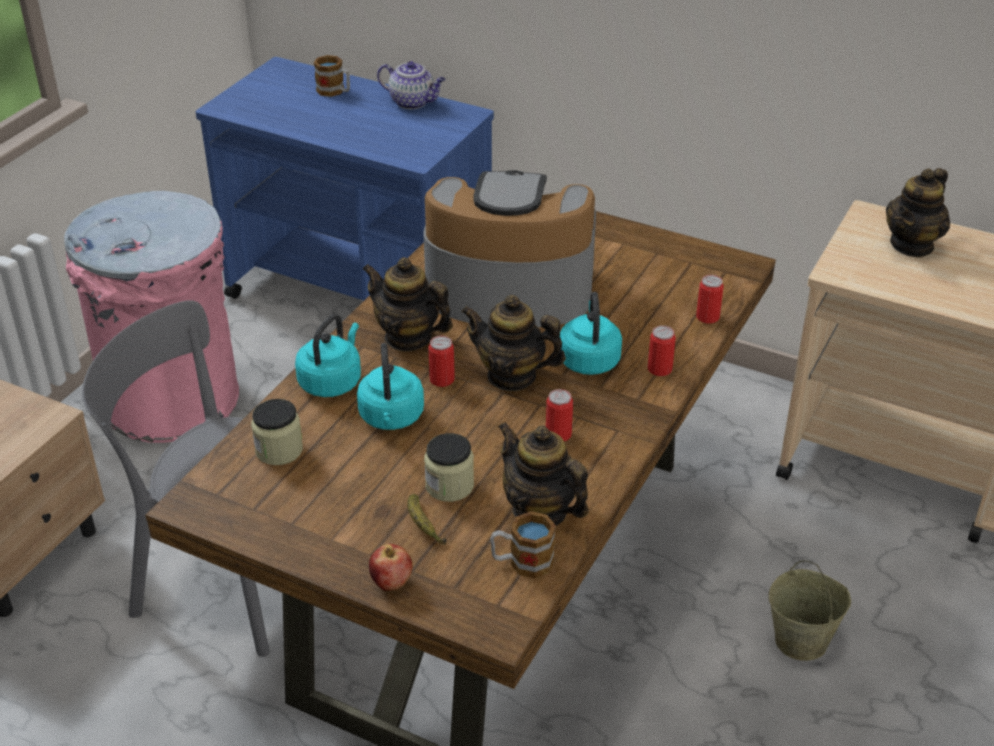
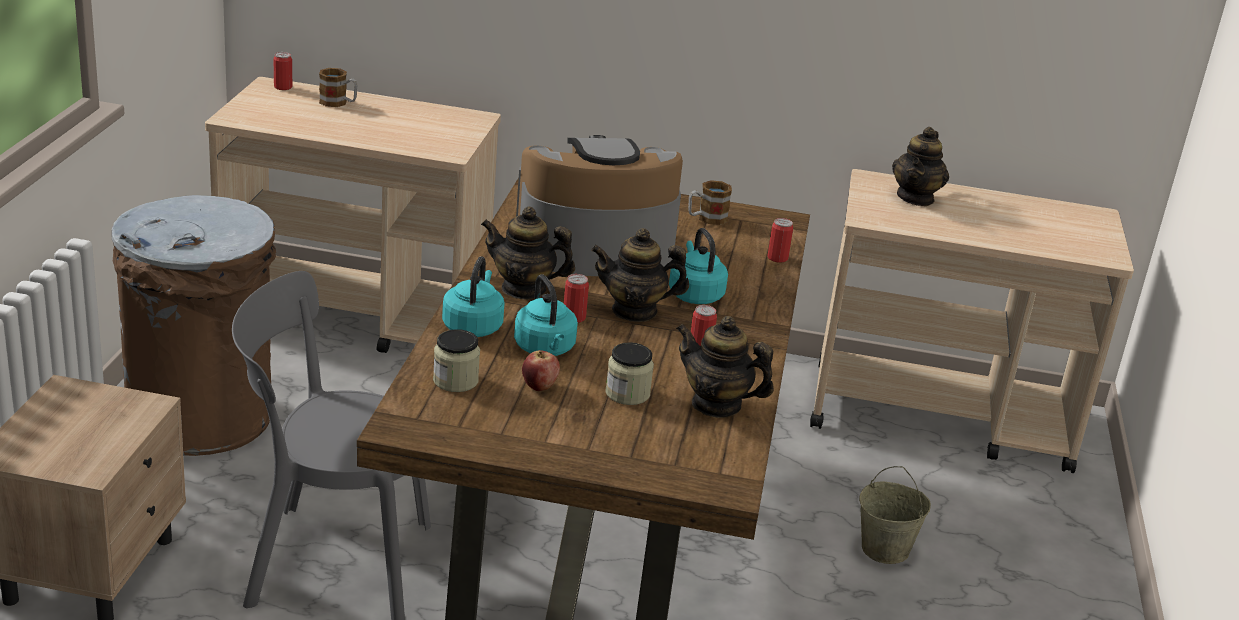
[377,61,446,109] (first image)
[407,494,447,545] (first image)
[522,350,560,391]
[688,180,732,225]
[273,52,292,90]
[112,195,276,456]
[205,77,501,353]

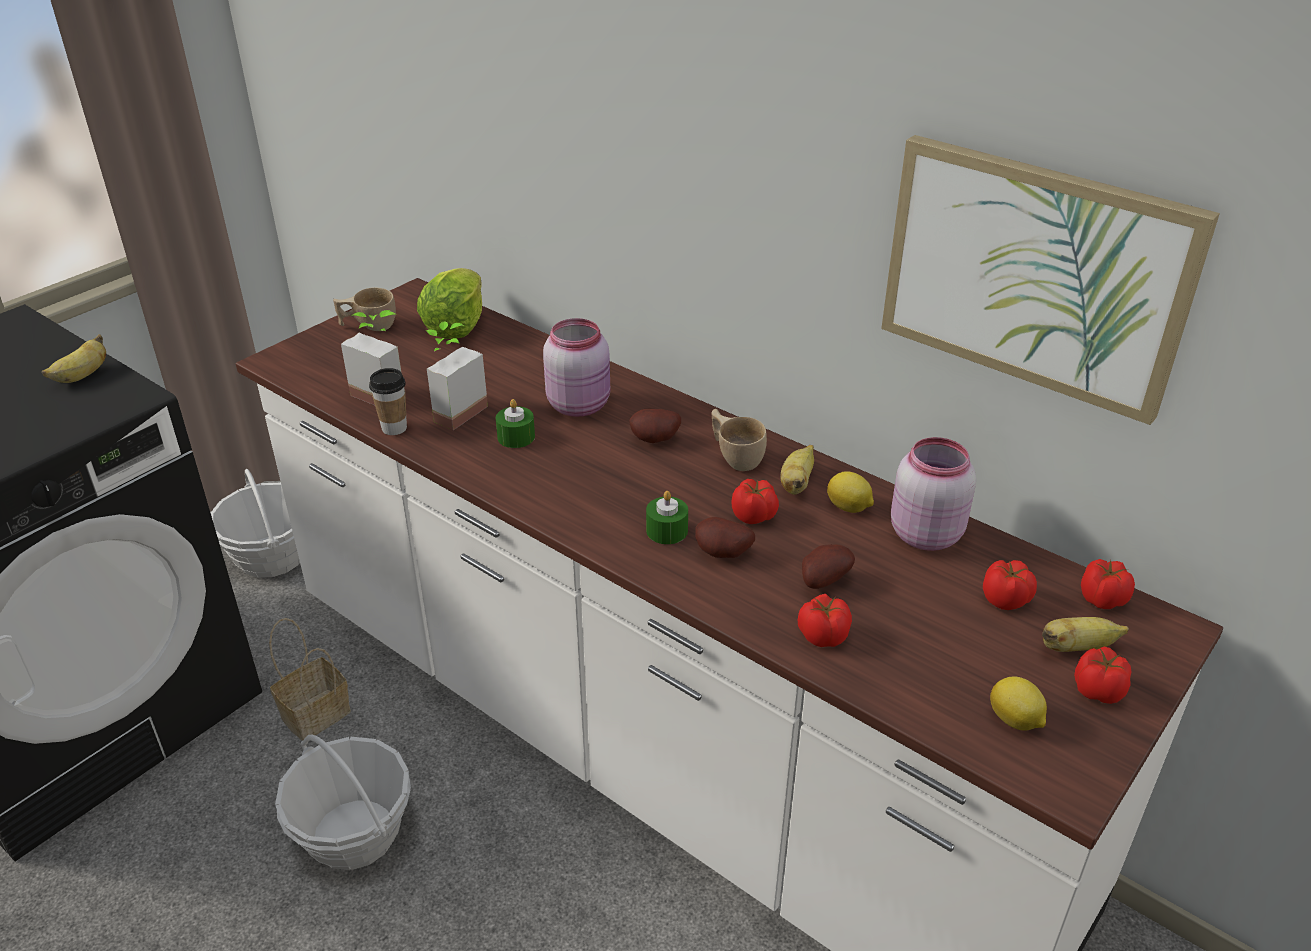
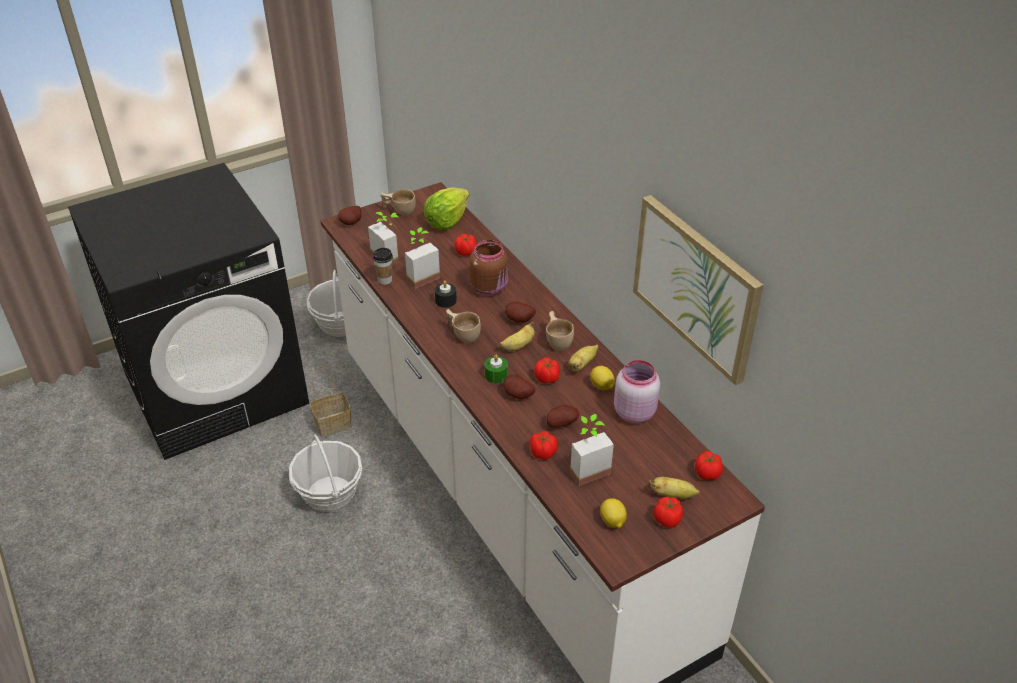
[338,206,361,225]
[446,309,481,343]
[570,414,614,486]
[500,322,535,351]
[455,234,477,256]
[435,280,457,308]
[470,240,508,296]

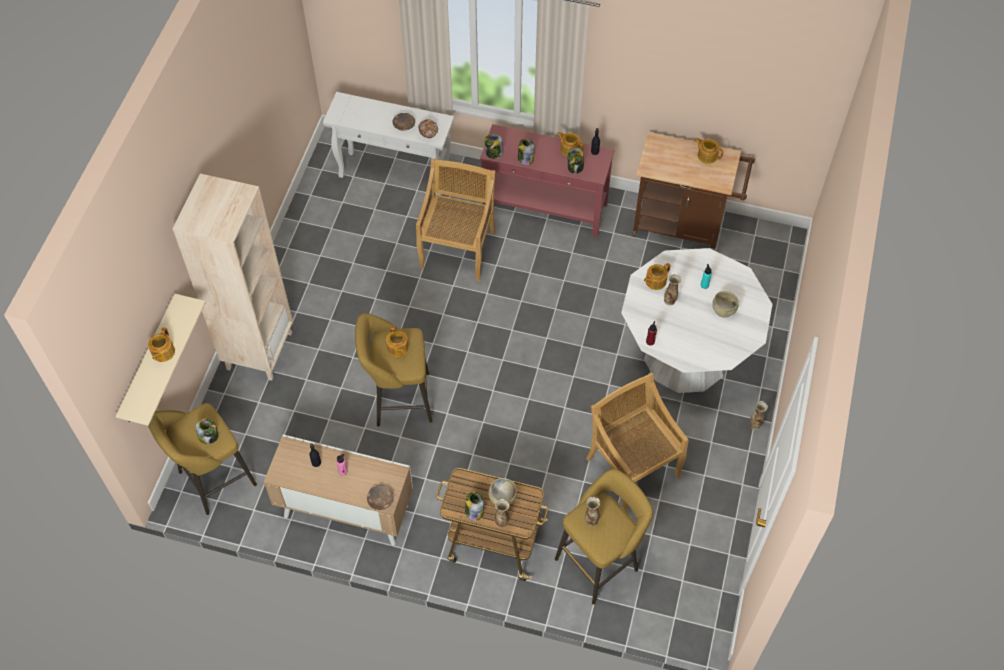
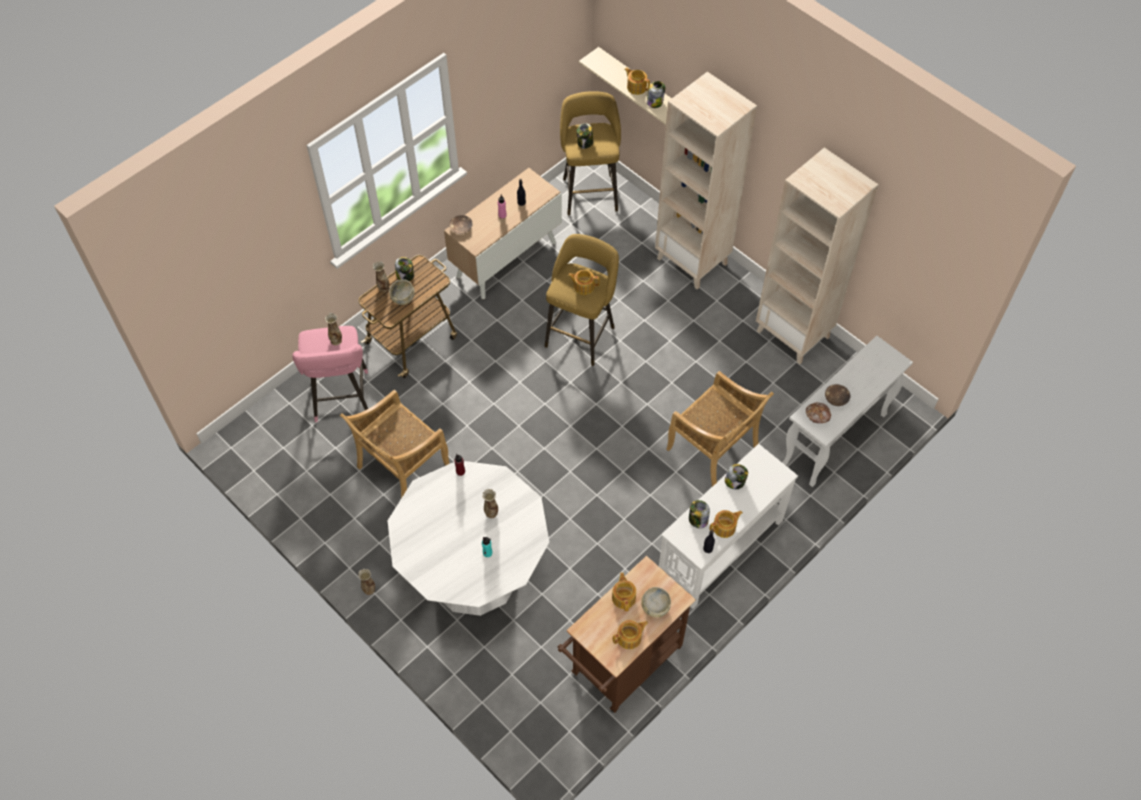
[756,147,879,364]
[647,81,665,108]
[612,572,636,611]
[641,587,671,617]
[659,444,798,609]
[292,326,368,422]
[340,390,450,498]

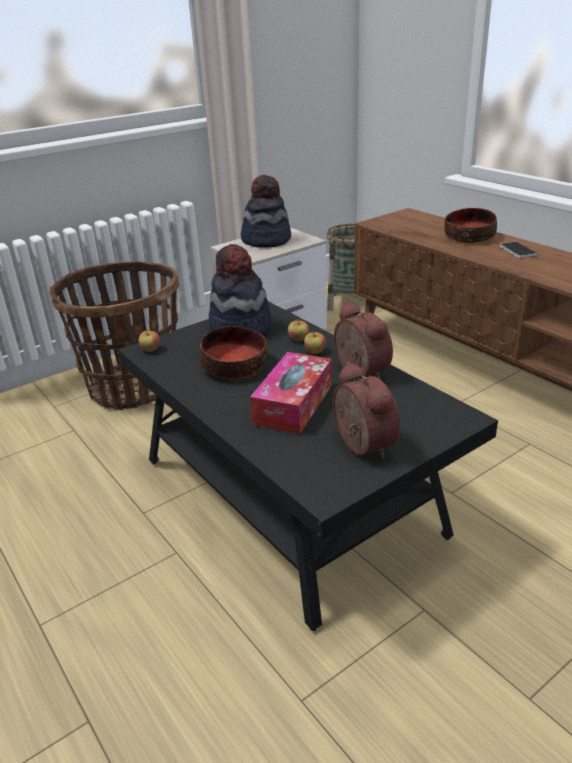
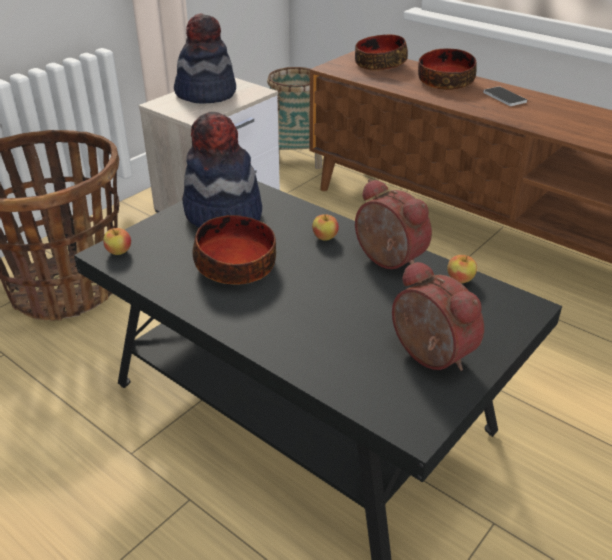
[250,352,332,434] (first image)
[355,34,408,71]
[447,255,477,283]

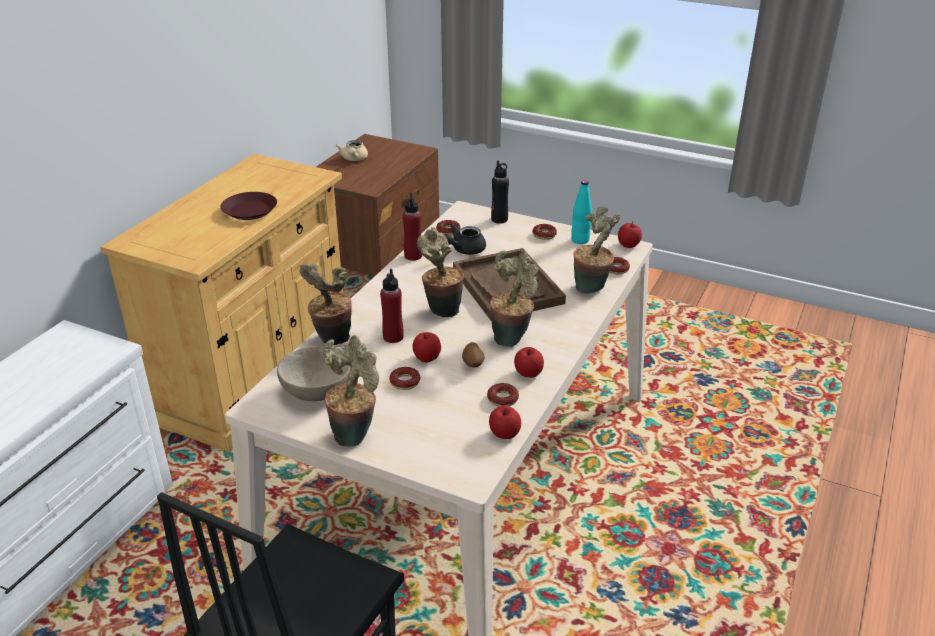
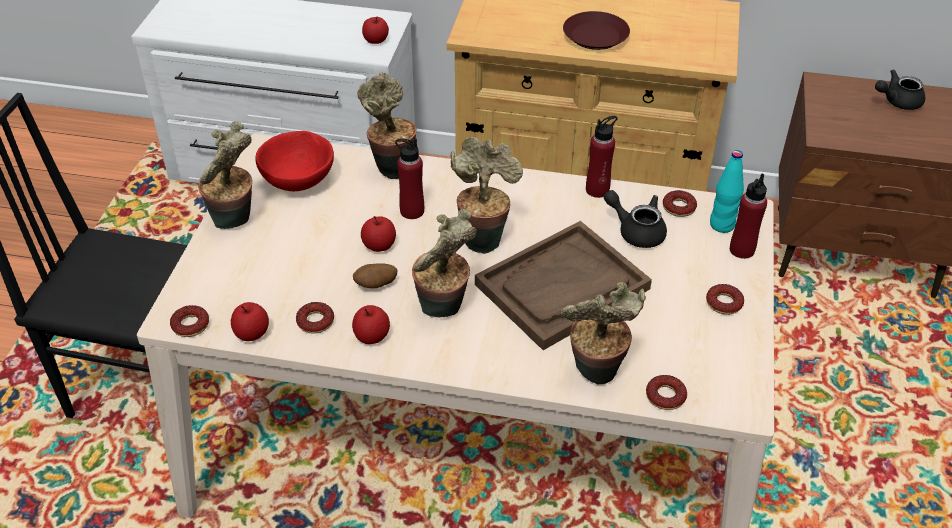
[170,305,209,337]
[710,150,744,233]
[362,17,389,44]
[255,131,334,191]
[875,69,925,110]
[730,173,767,259]

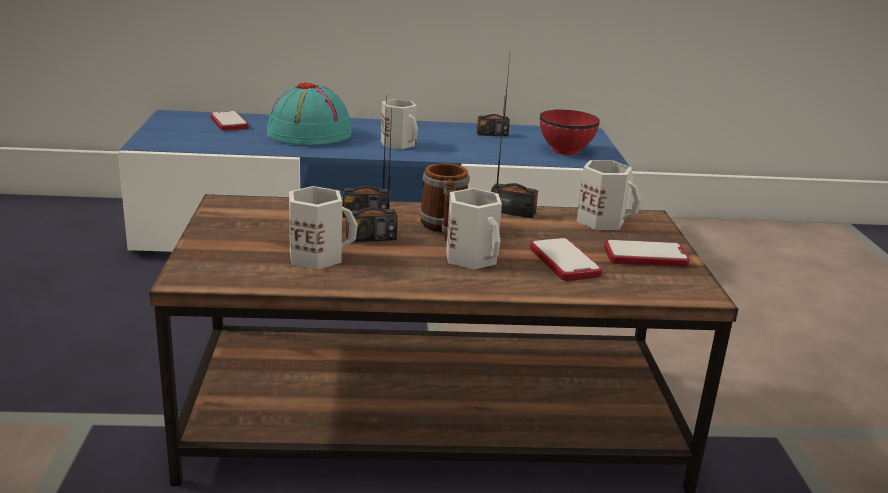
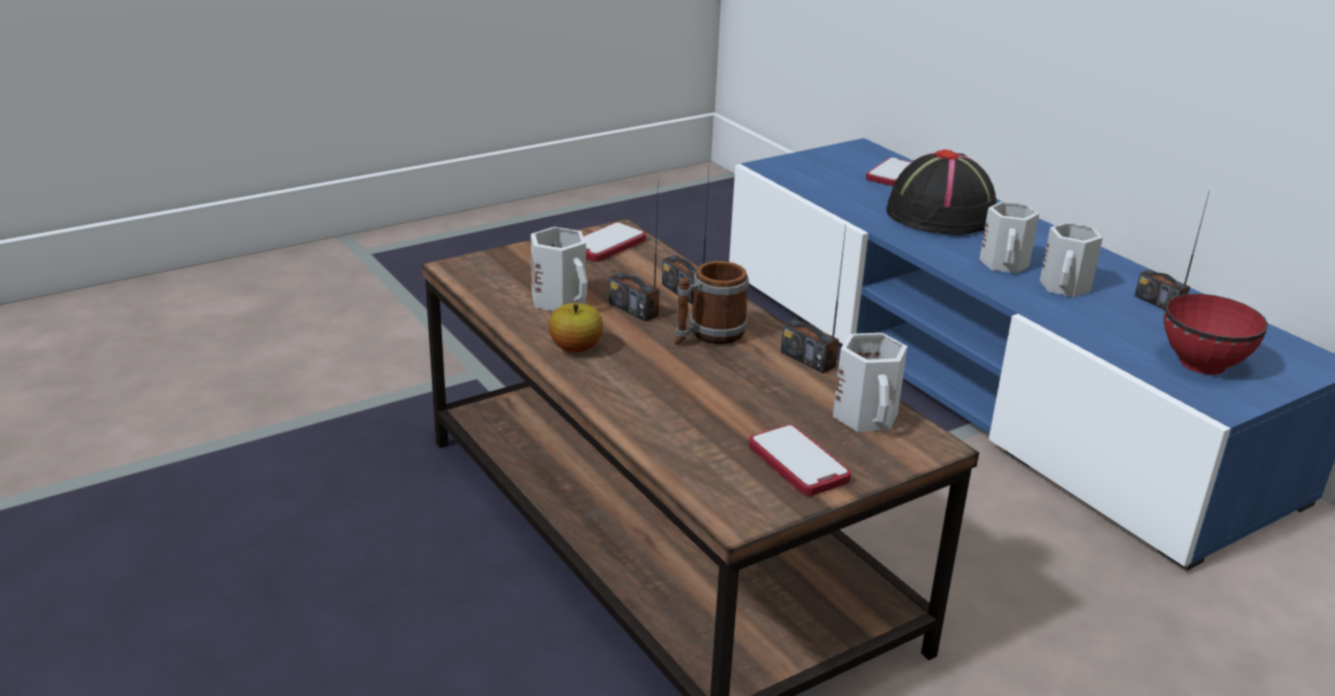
[549,303,603,352]
[1040,222,1103,297]
[584,222,646,262]
[886,149,997,235]
[781,226,846,373]

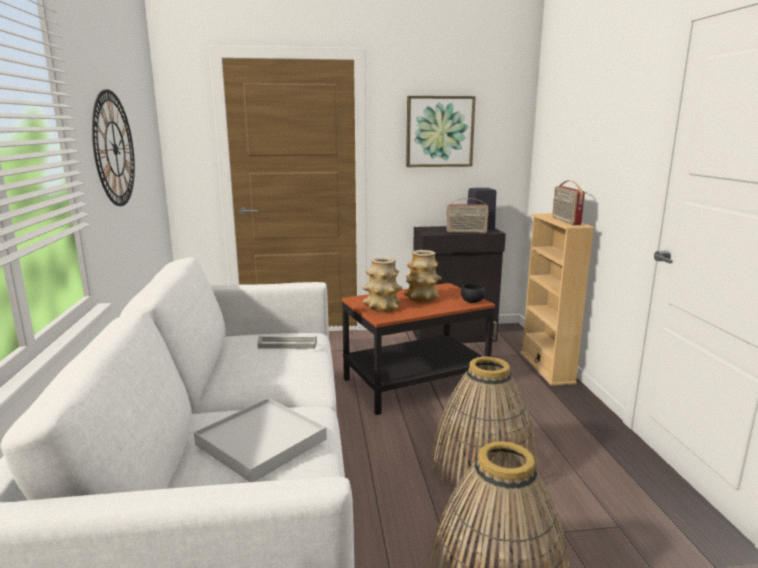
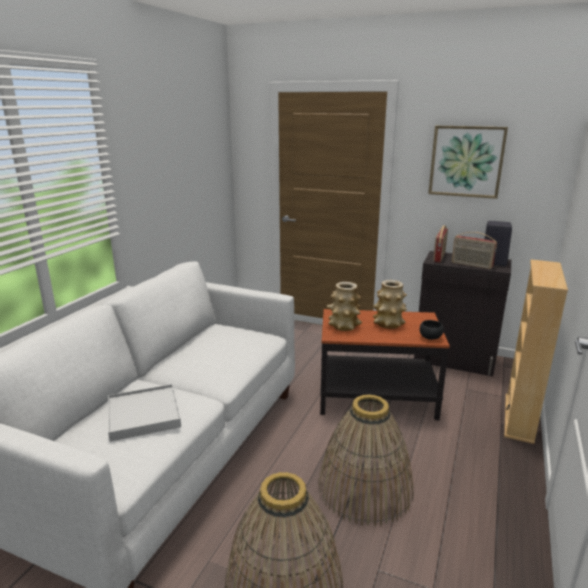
[92,89,135,206] (first image)
[258,336,317,349] (first image)
[433,225,448,263]

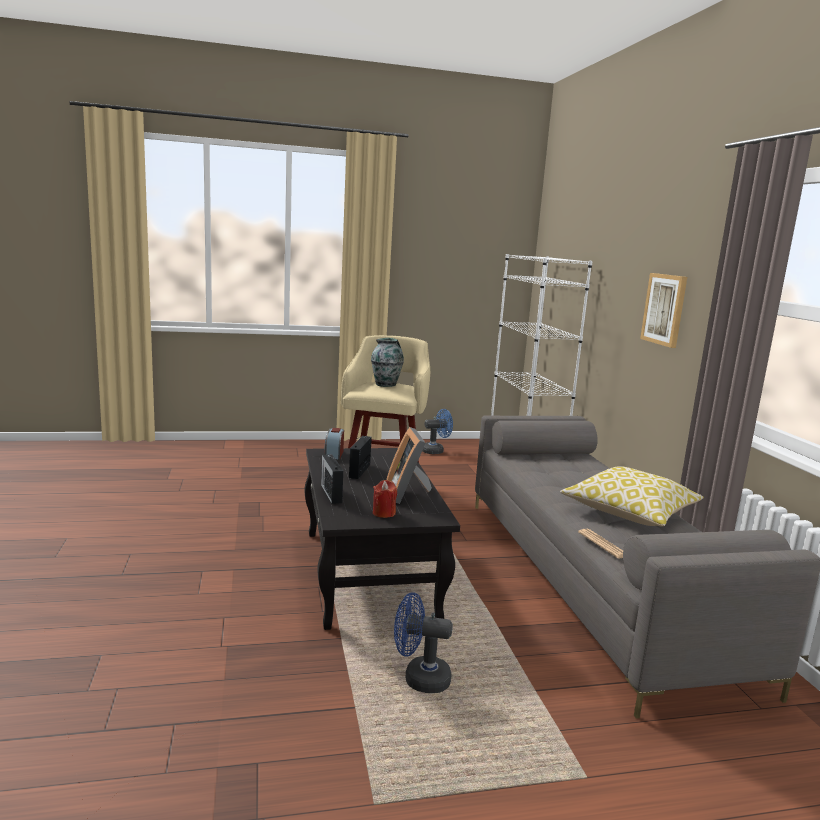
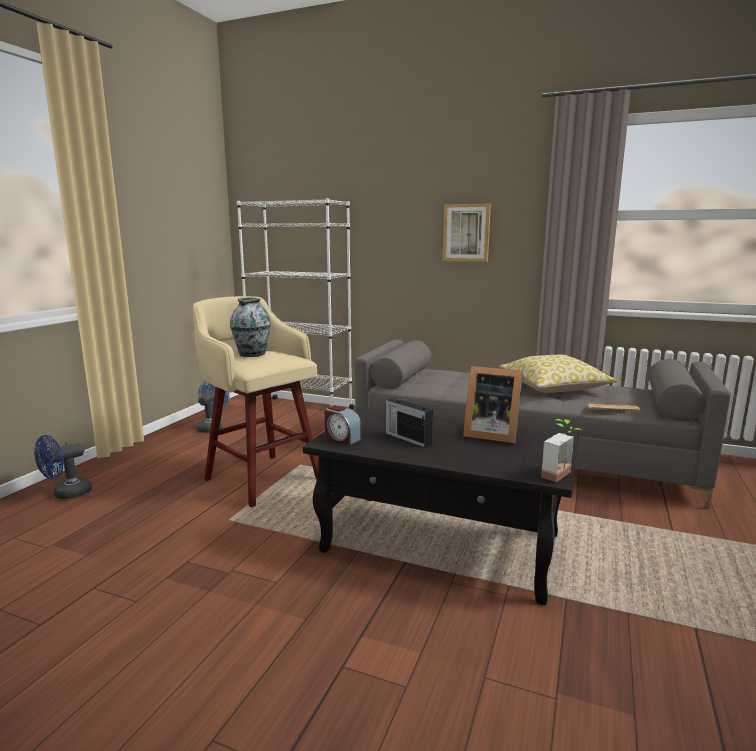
[321,454,343,504] (first image)
[373,480,397,518] (first image)
[541,419,581,482]
[34,435,92,499]

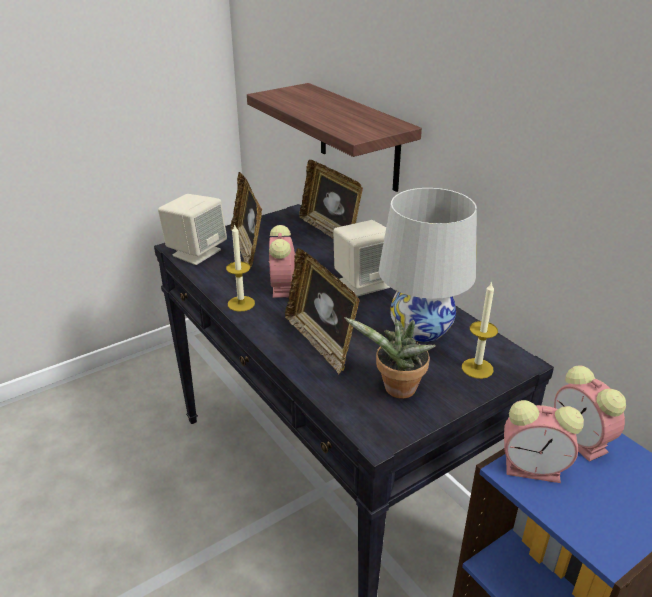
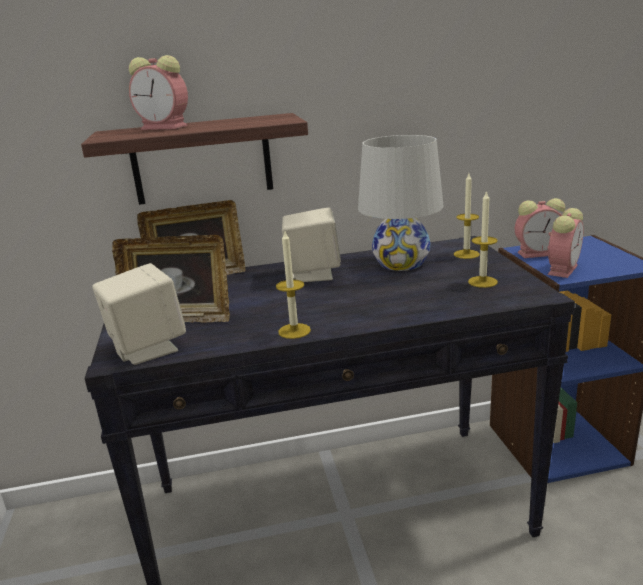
[285,248,360,375] (first image)
[129,55,188,130]
[468,190,498,288]

